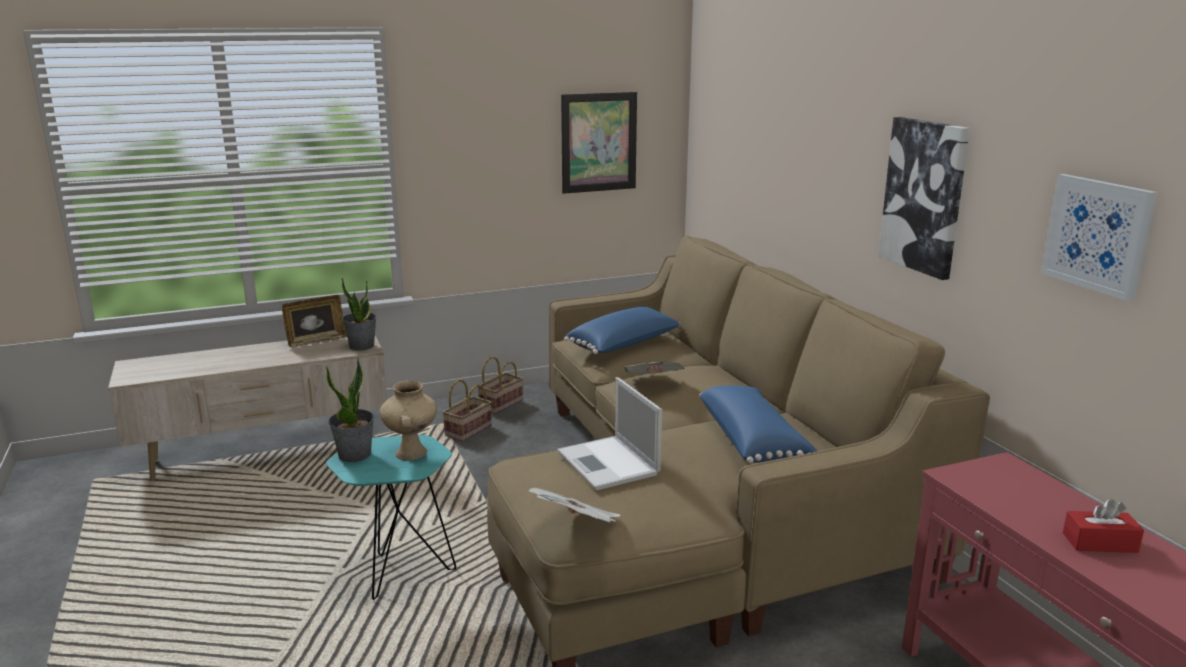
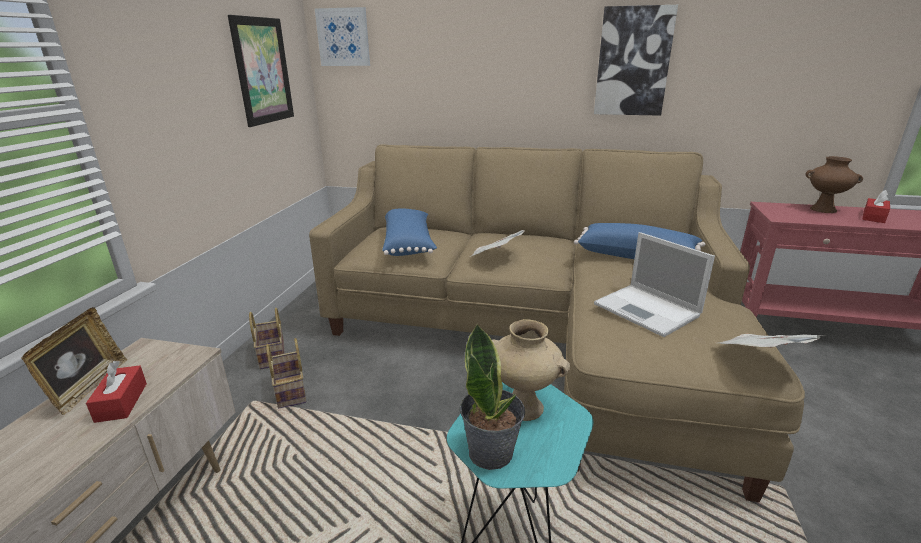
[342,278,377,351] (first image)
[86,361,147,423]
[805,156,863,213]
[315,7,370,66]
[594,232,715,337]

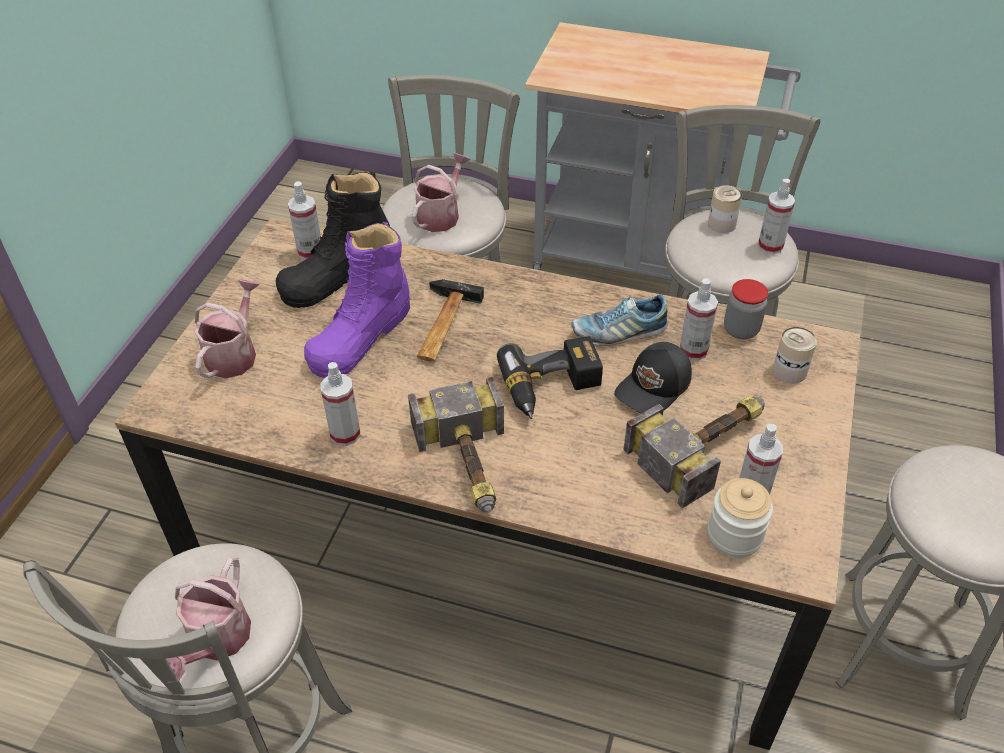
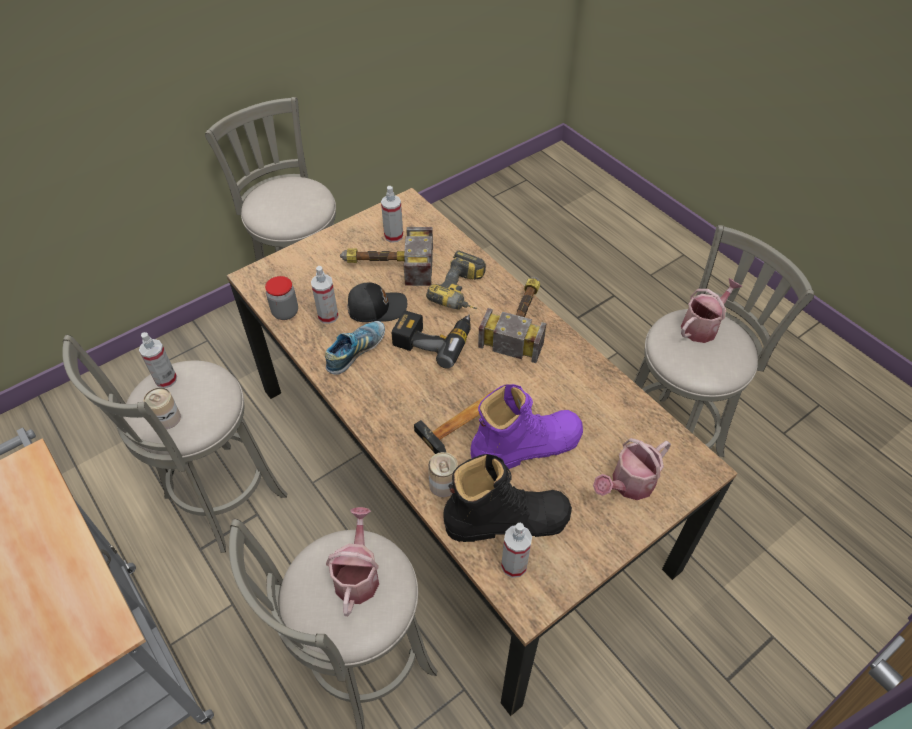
[320,362,361,446] (first image)
[708,478,773,557] (first image)
[426,251,486,310]
[428,452,458,497]
[326,507,379,616]
[325,321,385,375]

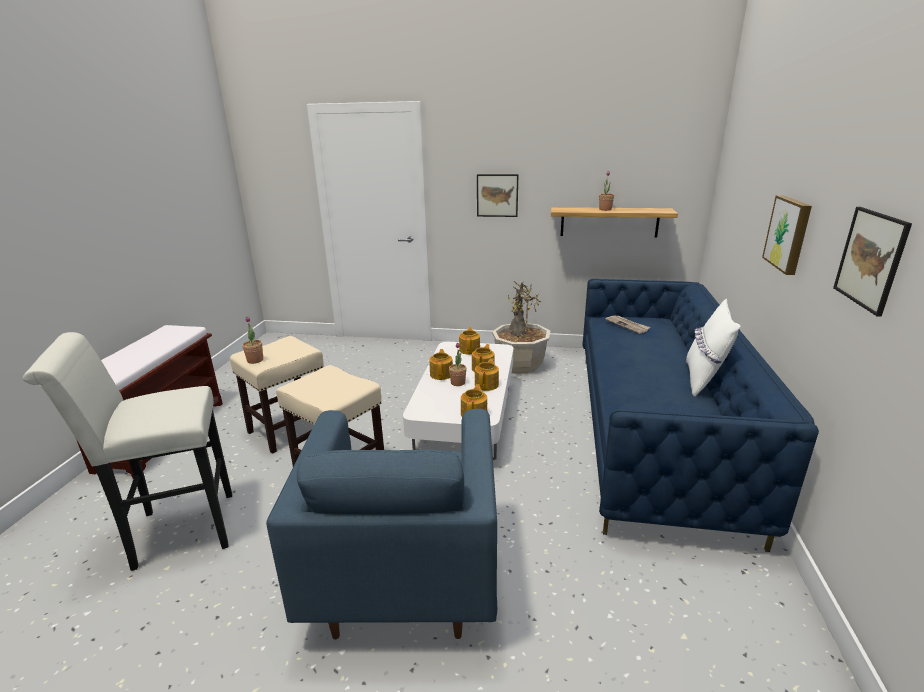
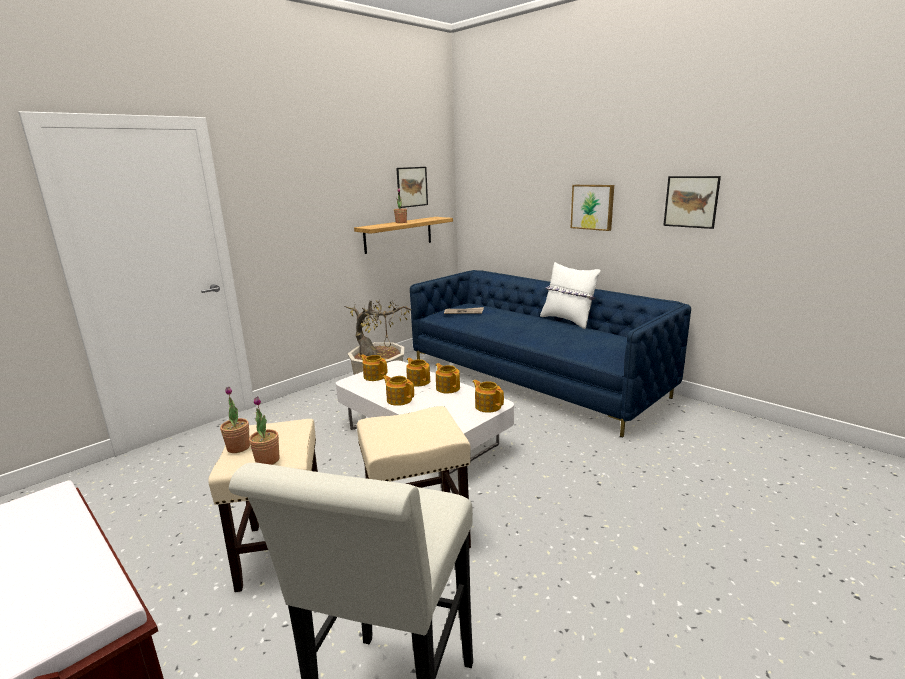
[266,409,497,640] (first image)
[220,387,250,453]
[396,167,428,208]

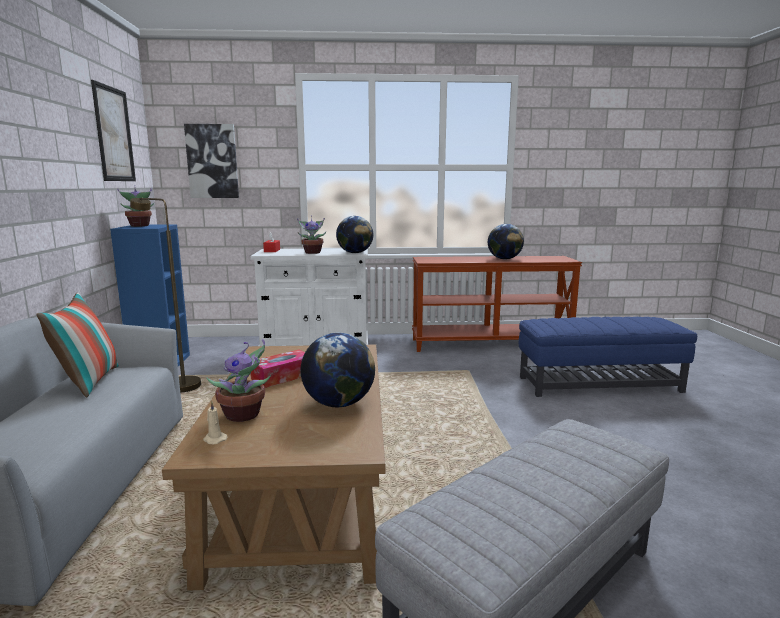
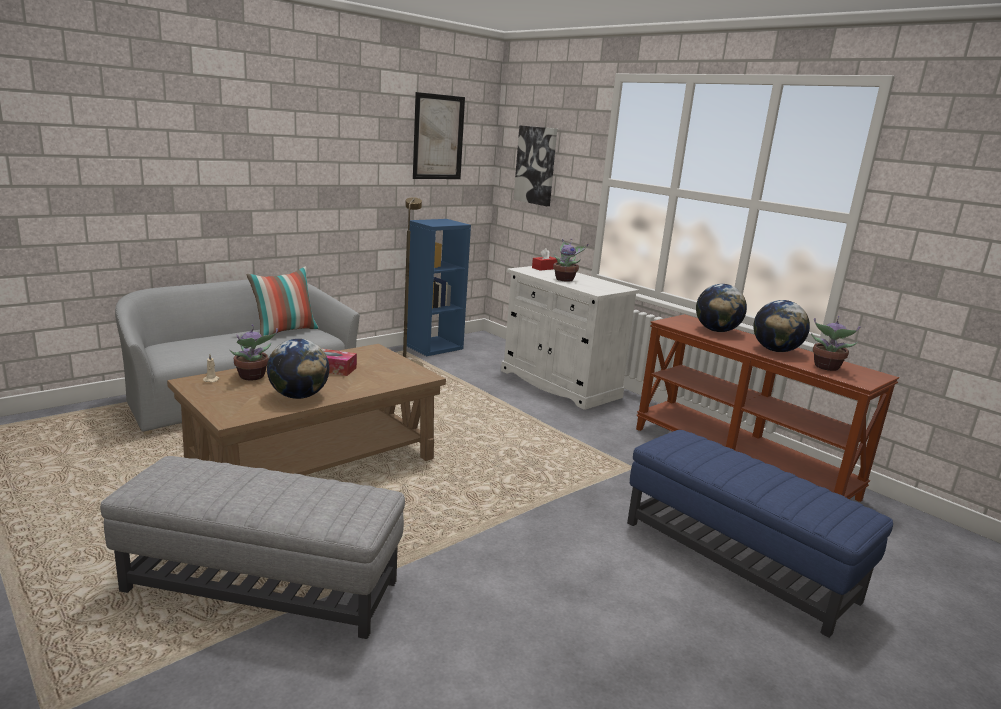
[811,316,860,371]
[696,284,747,332]

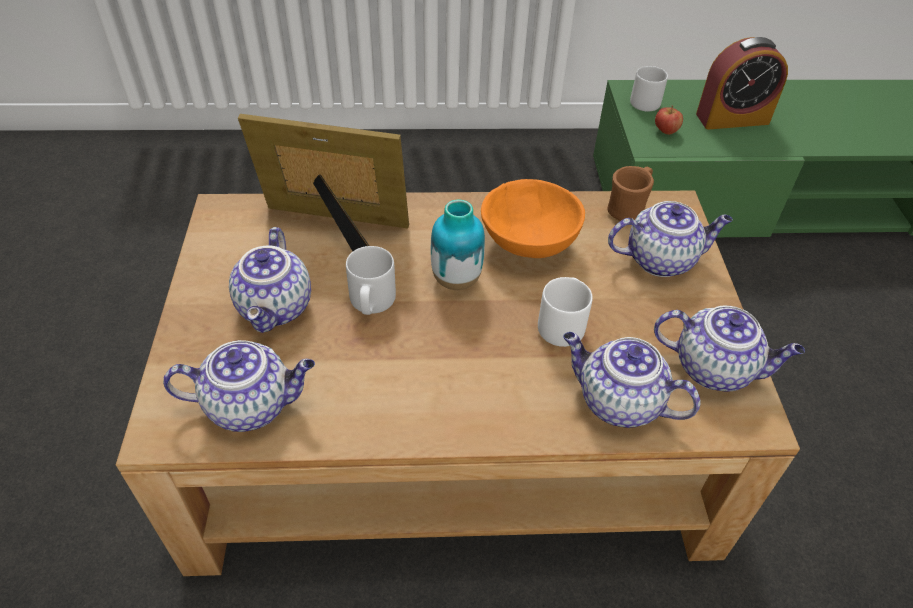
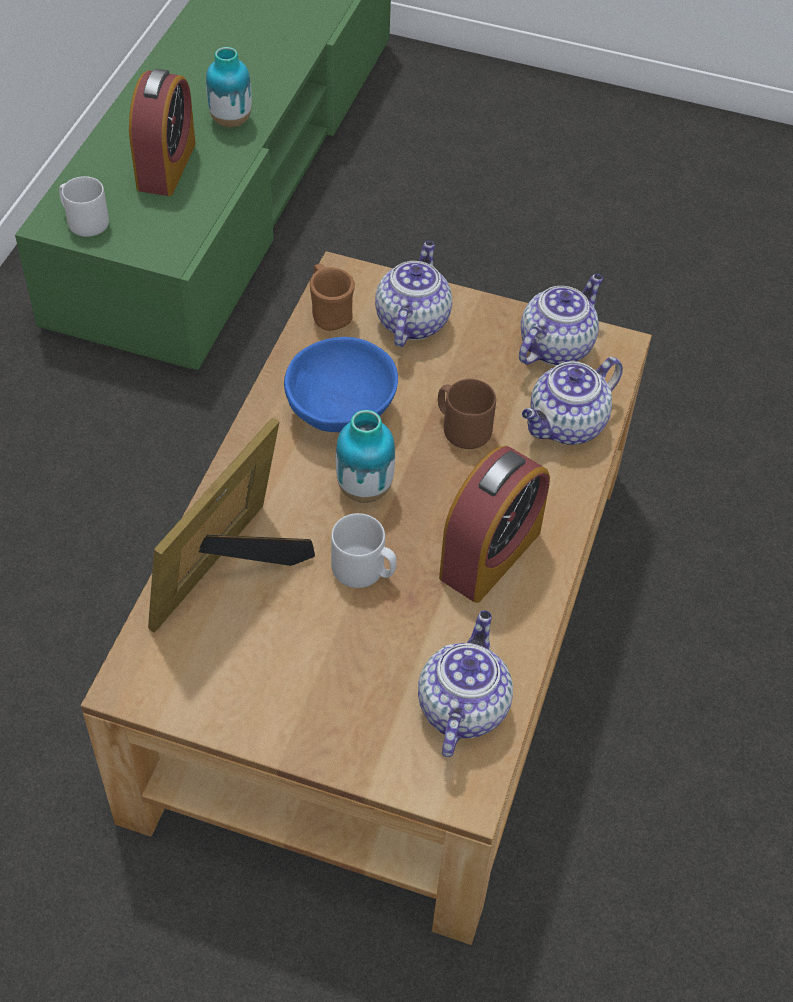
[229,227,311,333] (first image)
[655,106,683,135] (first image)
[206,47,252,127]
[439,446,550,603]
[284,337,398,433]
[438,379,496,449]

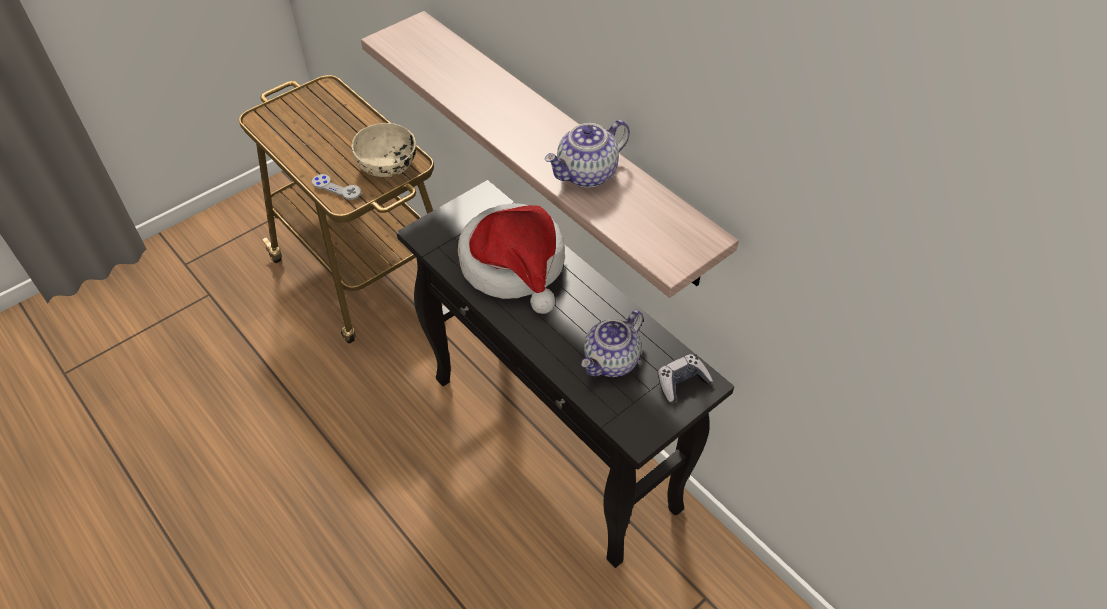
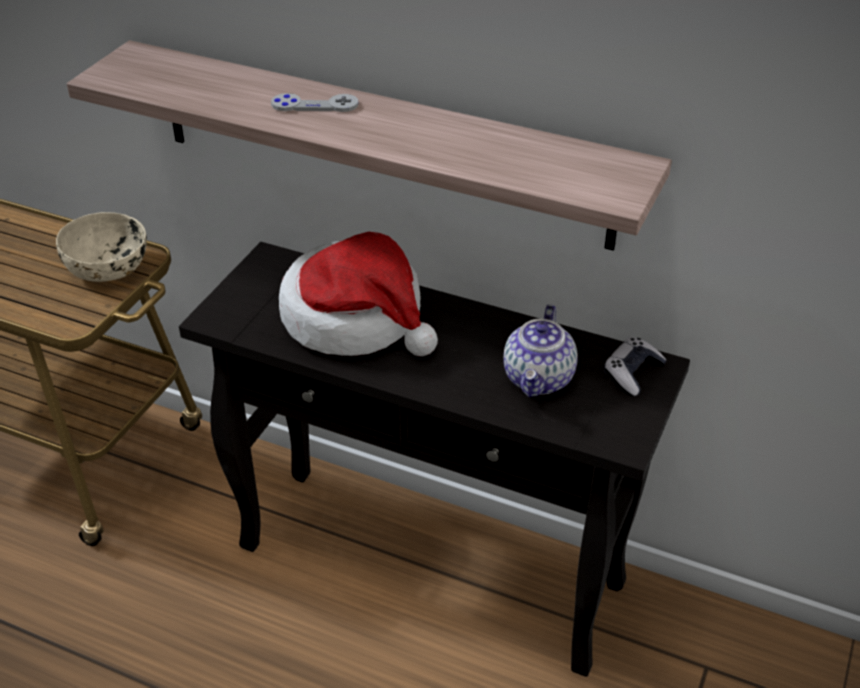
[545,120,630,188] (first image)
[271,93,358,112]

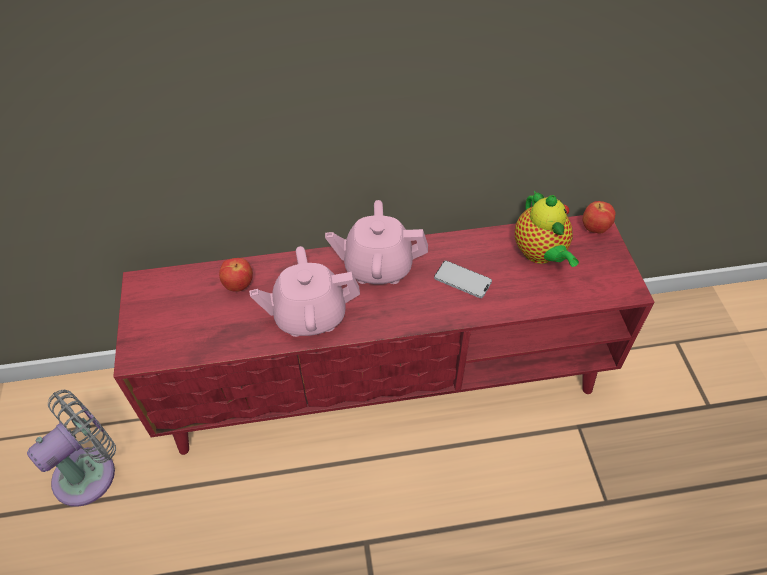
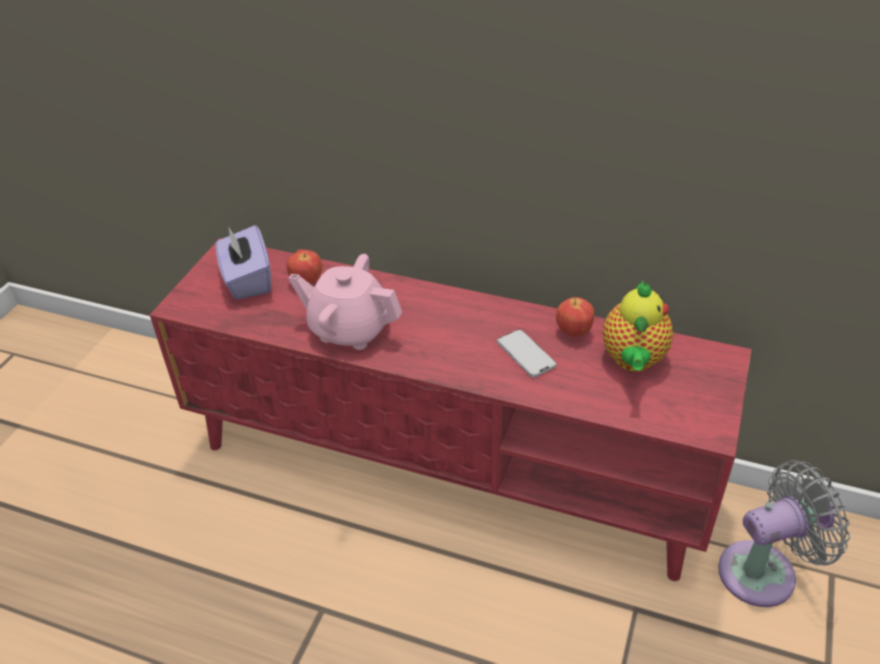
[325,200,428,284] (first image)
[216,225,271,300]
[718,460,850,607]
[556,297,594,337]

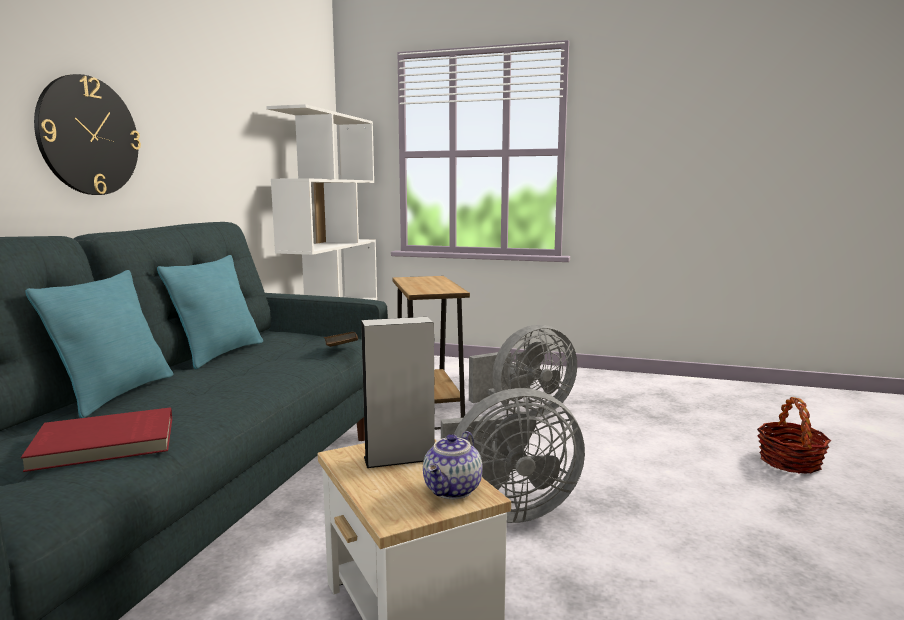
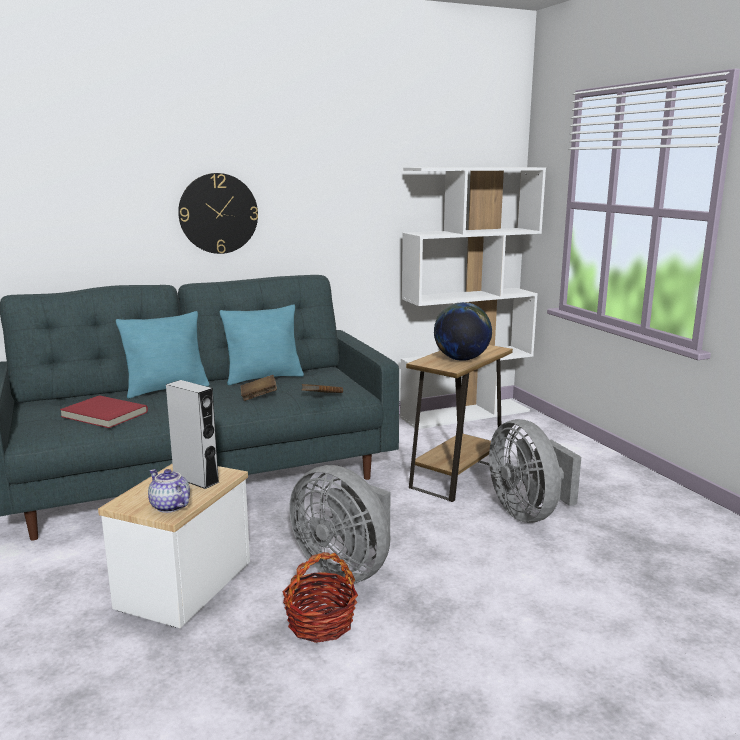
[241,375,277,401]
[434,302,492,361]
[282,552,358,643]
[148,469,190,513]
[489,419,581,523]

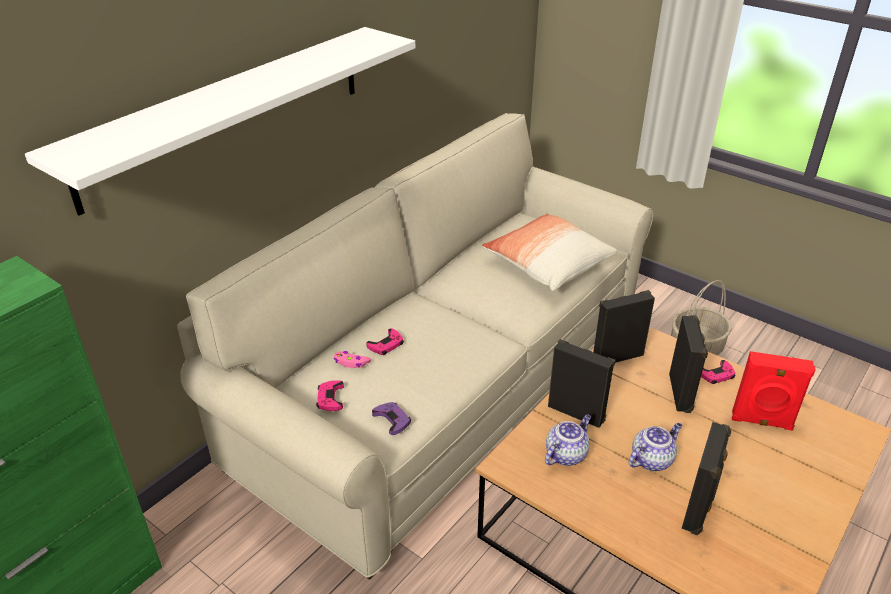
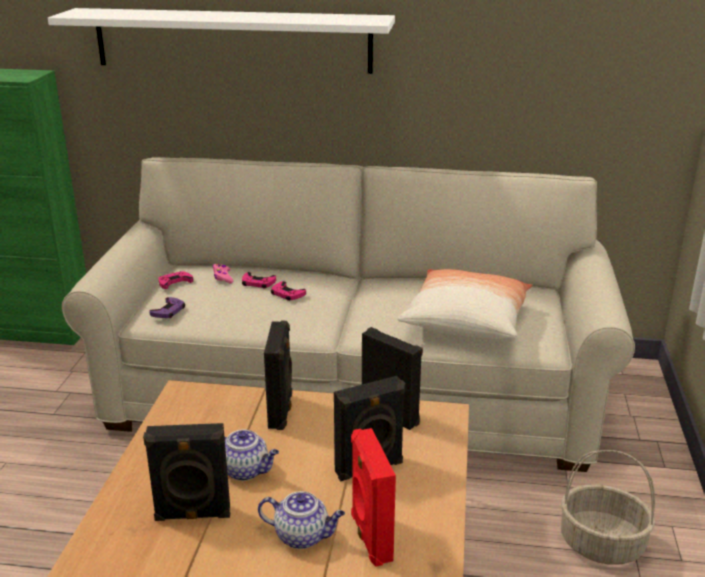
[258,491,345,549]
[270,281,306,301]

